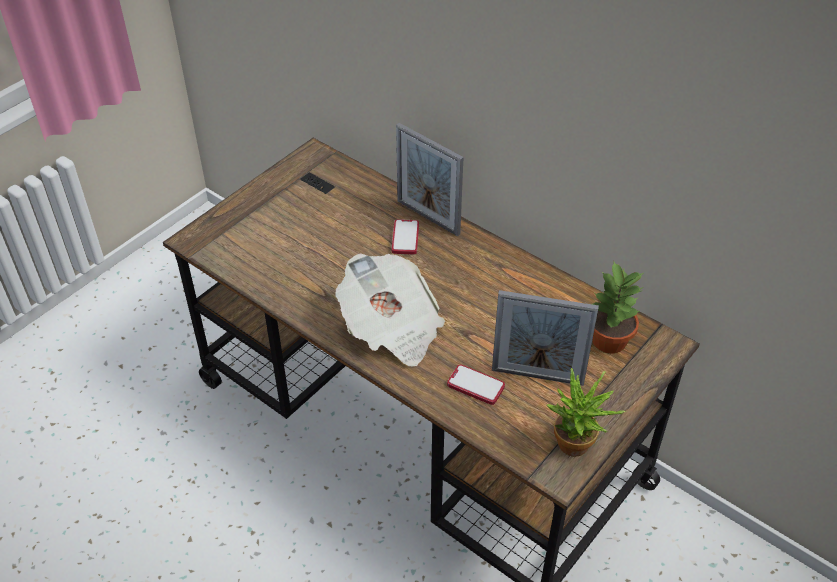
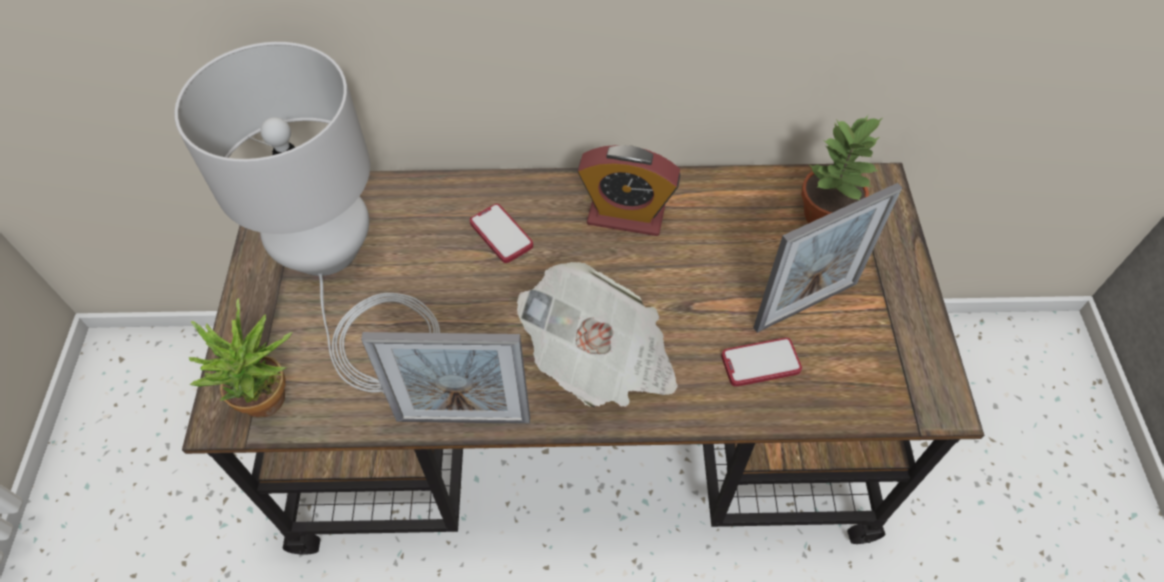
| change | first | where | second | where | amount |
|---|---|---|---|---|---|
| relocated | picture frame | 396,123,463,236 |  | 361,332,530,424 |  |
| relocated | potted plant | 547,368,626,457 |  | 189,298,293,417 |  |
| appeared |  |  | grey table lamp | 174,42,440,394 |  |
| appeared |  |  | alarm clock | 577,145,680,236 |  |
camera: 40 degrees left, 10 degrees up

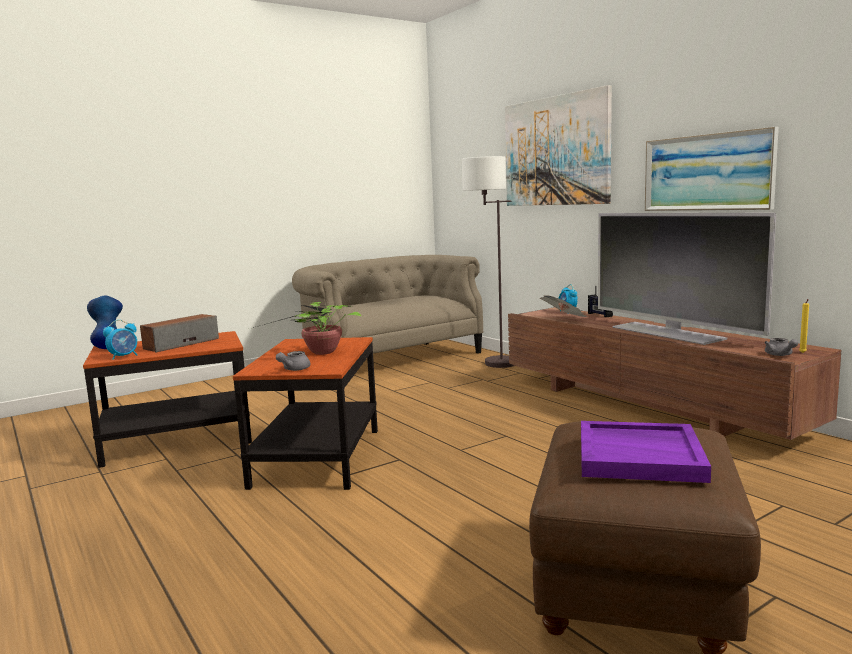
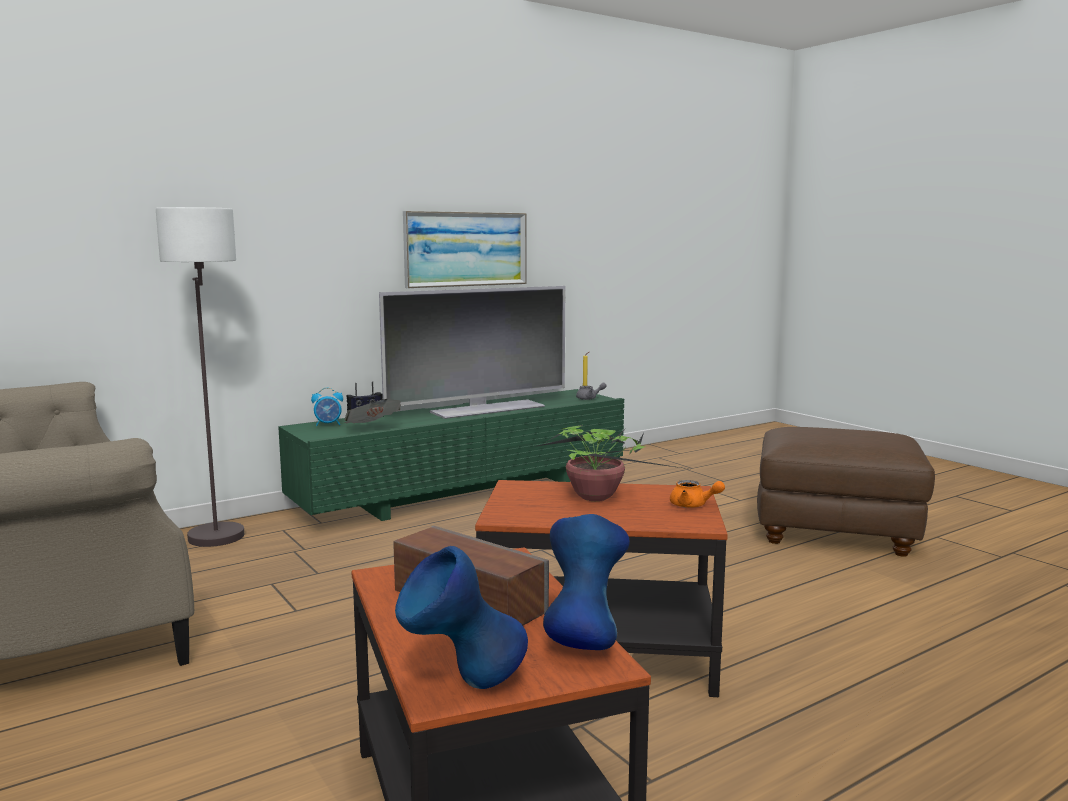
| change | first | where | second | where | amount |
|---|---|---|---|---|---|
| exchanged | alarm clock | 103,320,137,360 | blue vase | 543,514,630,650 |  |
| colour | grey teapot | 276,351,310,371 | orange teapot | 670,480,725,508 |  |
| missing | picture | 505,85,612,206 |  |  |  |
| colour | brown tv stand | 508,307,841,440 | green tv stand | 278,389,624,521 |  |
| missing | purple tray | 581,421,711,483 |  |  |  |
camera: 90 degrees left, 0 degrees up

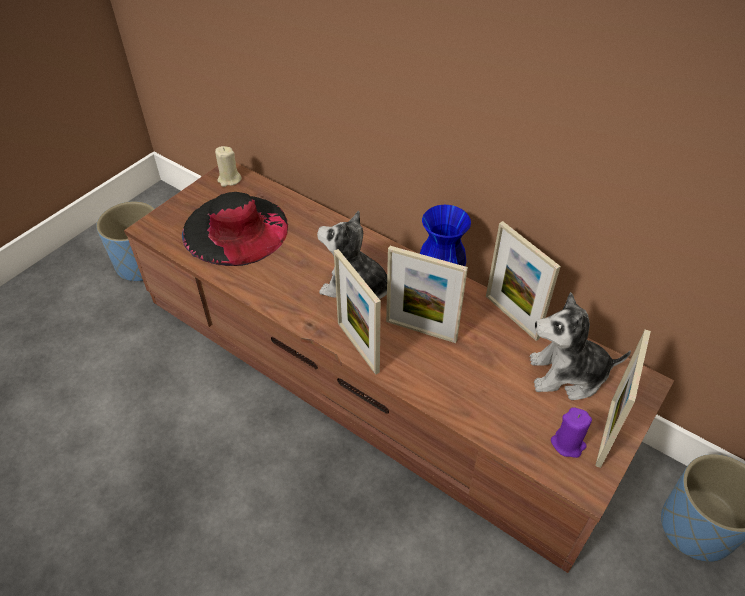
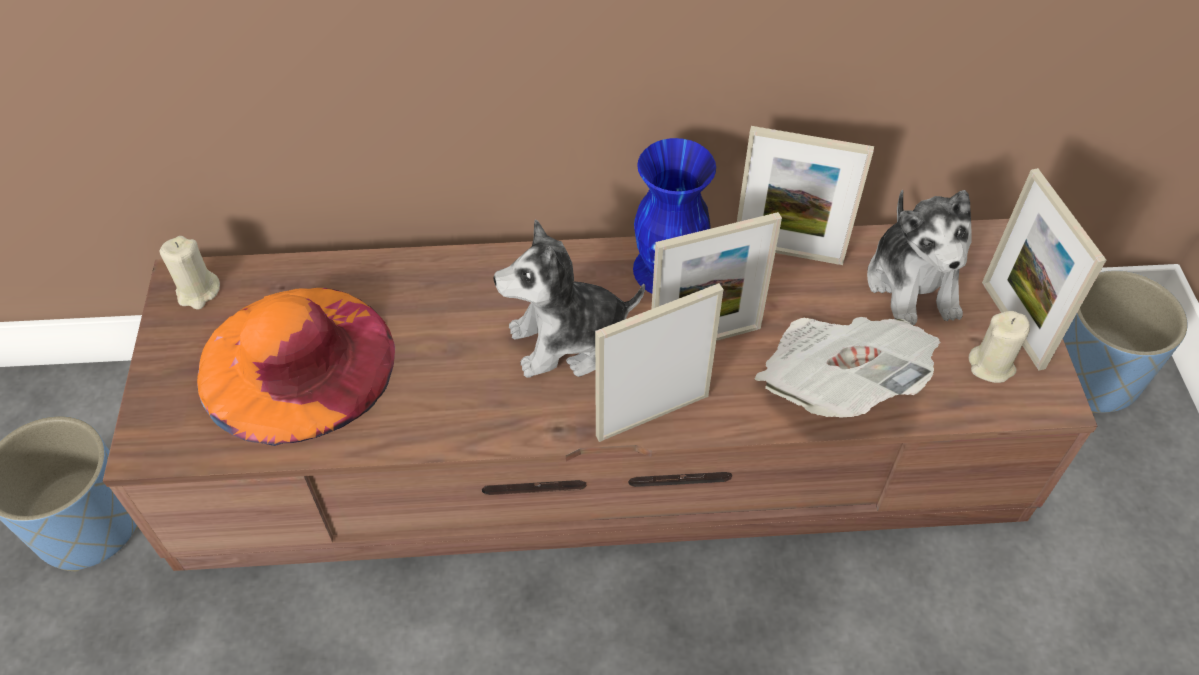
| change | first | where | second | where | amount |
|---|---|---|---|---|---|
| colour | black hat | 182,192,288,266 | orange hat | 197,288,395,446 |  |
| spun | picture frame | 334,249,381,375 |  | 595,283,724,442 | 135 degrees clockwise |
| spun | plush toy | 529,292,631,400 |  | 867,190,972,325 | 60 degrees counterclockwise |
| colour | purple candle | 551,407,592,458 | beige candle | 969,311,1030,383 |  |
| appeared |  |  | newspaper | 754,317,940,417 |  |
camera: 40 degrees left, 5 degrees up

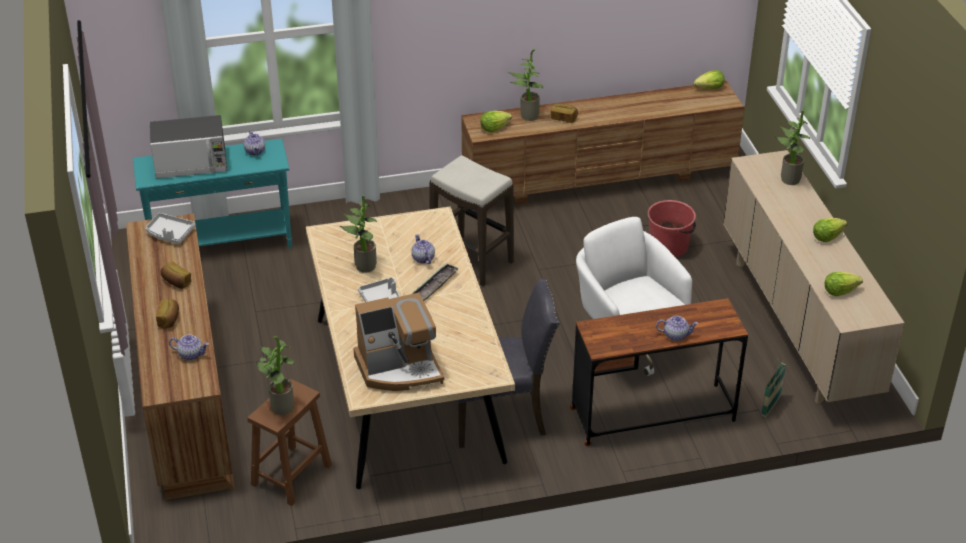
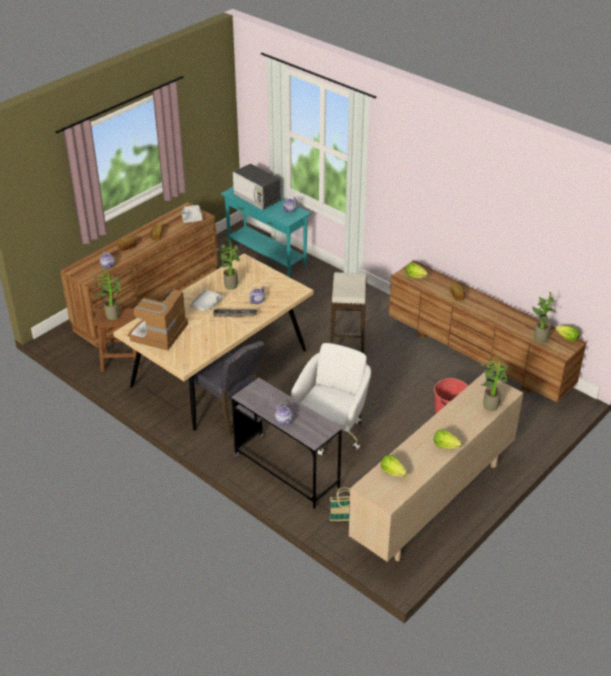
| change | first | where | second | where | amount |
|---|---|---|---|---|---|
| spun | coffee machine | 353,293,444,391 |  | 127,288,188,351 | 75 degrees clockwise |
| relocated | potted plant | 508,49,543,121 |  | 532,292,556,343 |  |
| colour | brown desk | 570,298,748,446 | grey desk | 231,378,342,509 |  |
camera: 55 degrees right, 0 degrees up

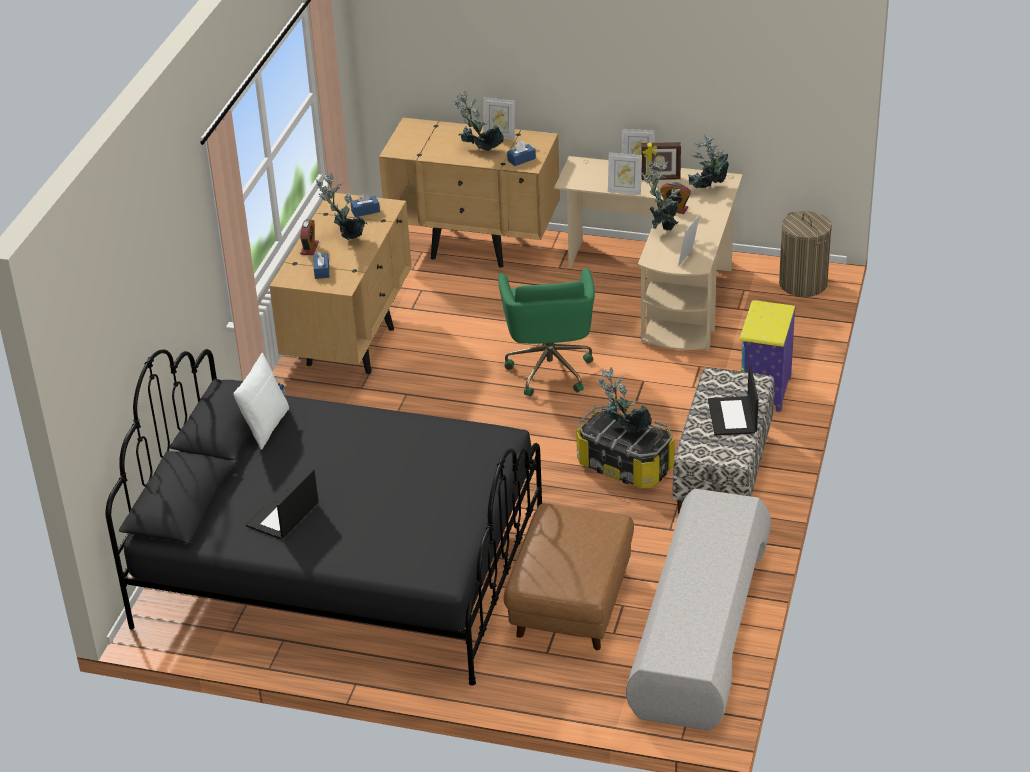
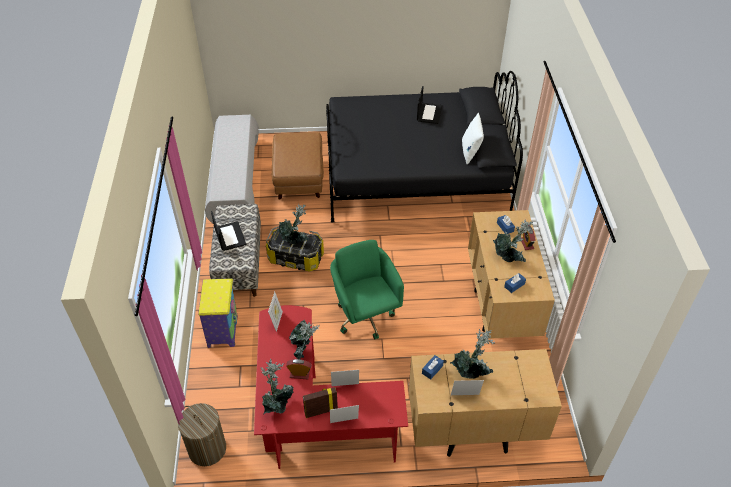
| change | first | where | second | where | amount |
|---|---|---|---|---|---|
| colour | beige desk | 554,156,743,351 | red desk | 254,305,408,469 |  |
camera: 160 degrees right, 10 degrees up

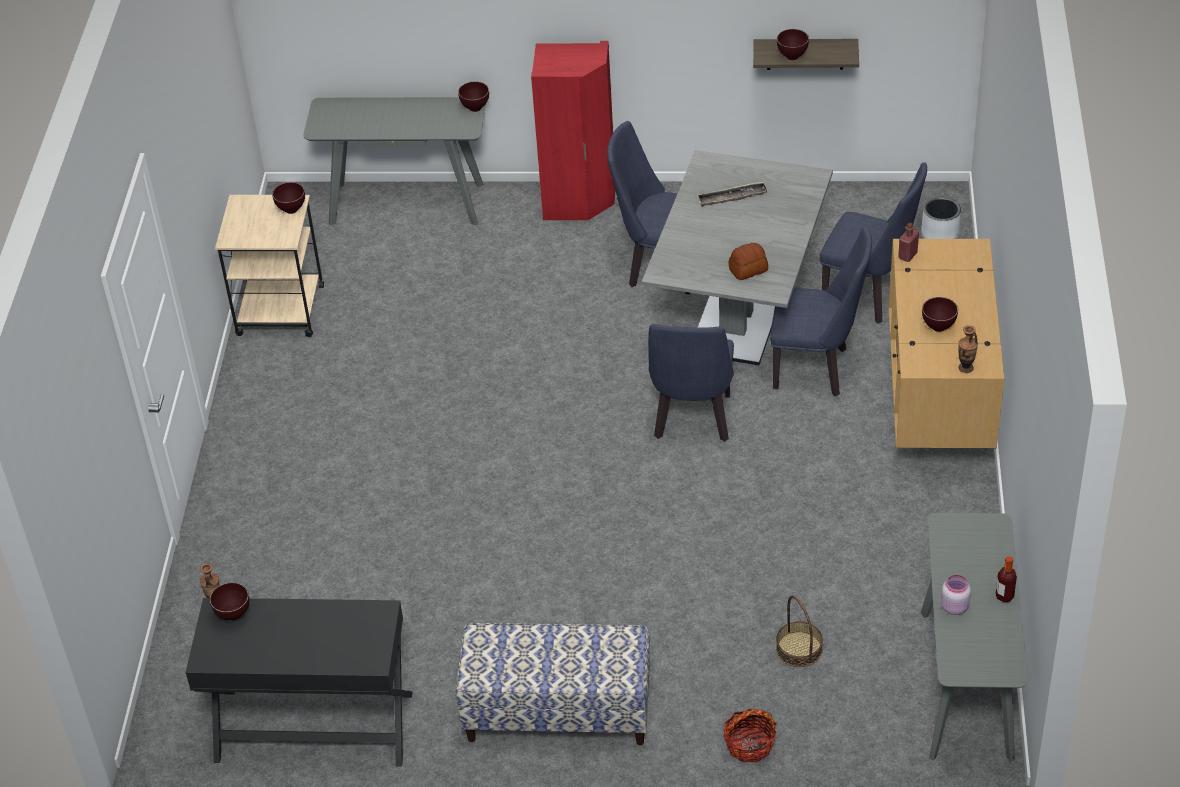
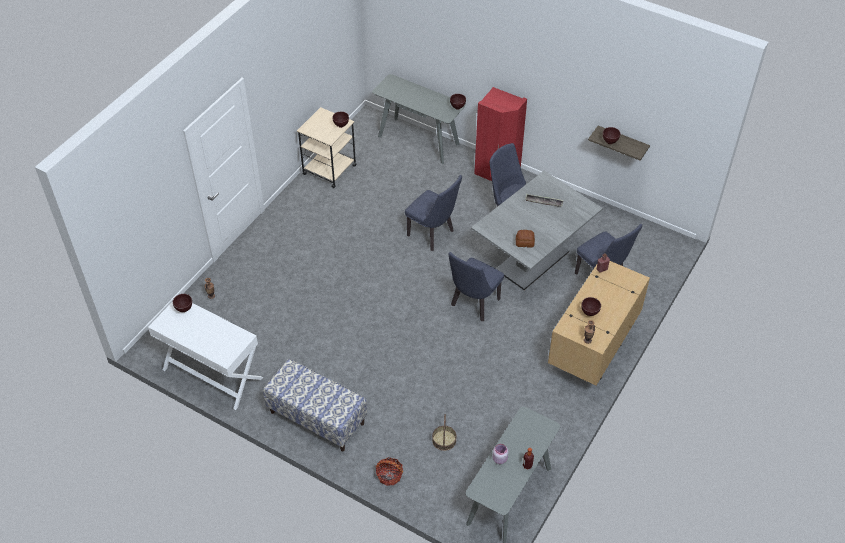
| change | first | where | second | where | amount |
|---|---|---|---|---|---|
| colour | black desk | 186,598,413,767 | white desk | 148,302,263,410 |  |
| relocated | blue chair | 770,226,872,397 |  | 405,175,462,251 |  |
| missing | grey planter | 921,197,961,239 |  |  |  |
camera: 25 degrees right, 5 degrees up

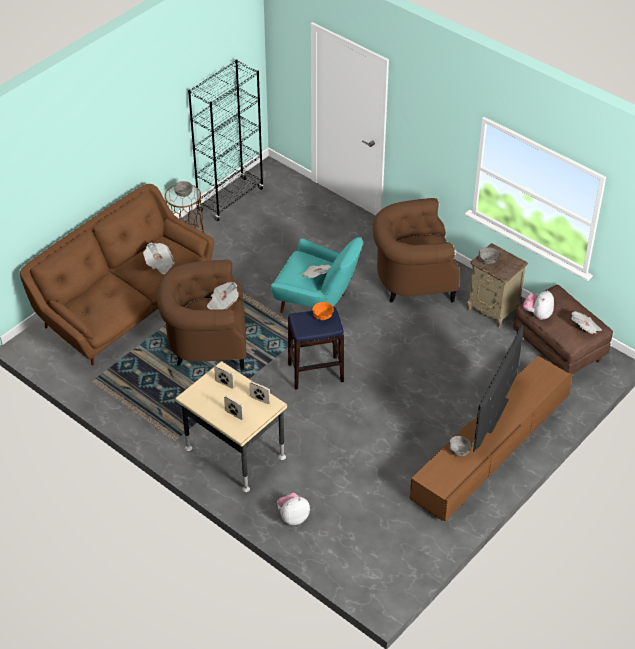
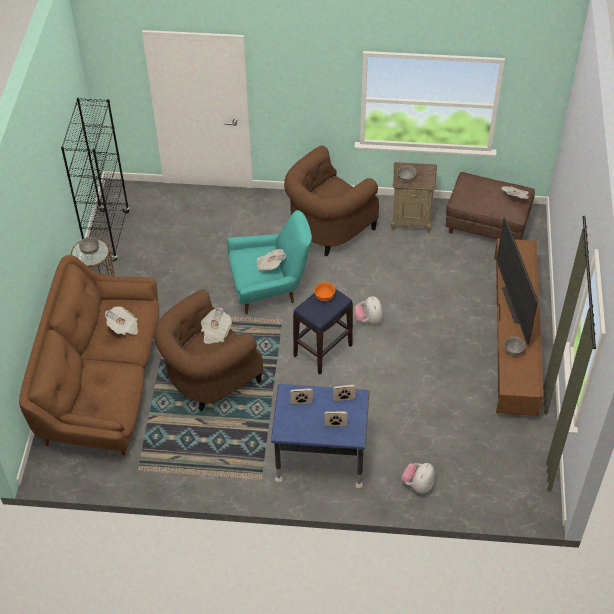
| change | first | where | second | where | amount |
|---|---|---|---|---|---|
| colour | beige desk | 175,361,287,492 | blue desk | 271,384,369,488 |  |
| relocated | plush toy | 523,290,554,320 |  | 354,296,383,324 |  |
camera: 35 degrees left, 5 degrees up

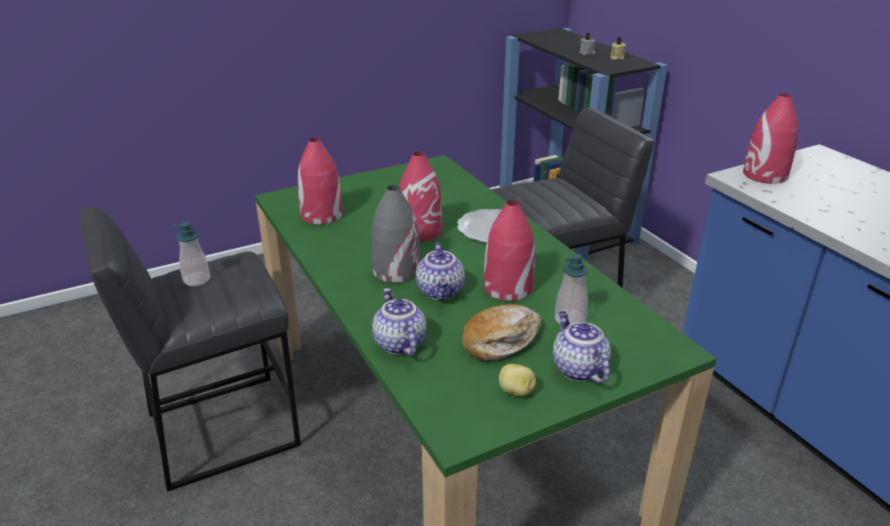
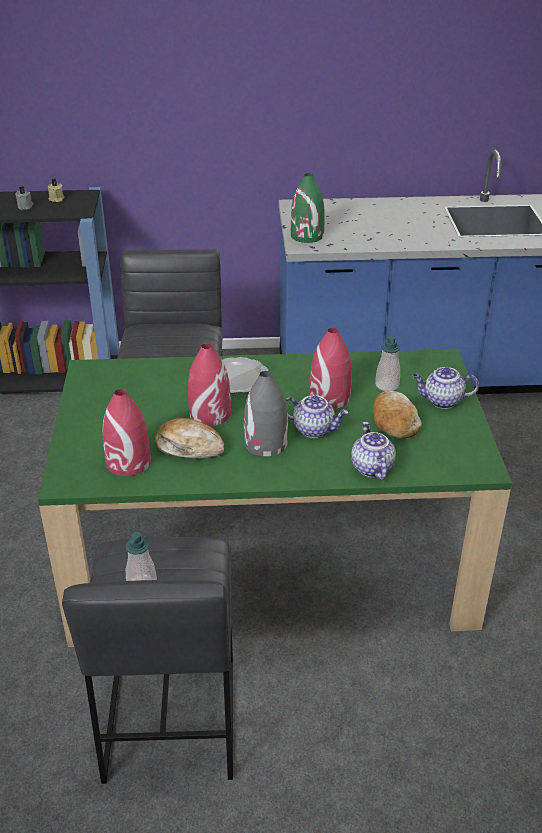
| change | first | where | second | where | amount |
|---|---|---|---|---|---|
| spun | teapot | 372,288,427,356 |  | 351,422,396,480 | 75 degrees clockwise |
| missing | potato | 499,364,536,396 |  |  |  |
| colour | red vase | 743,94,798,184 | green vase | 291,173,325,243 |  |
| appeared |  |  | bread | 155,418,225,459 |  |
camera: 65 degrees left, 5 degrees up

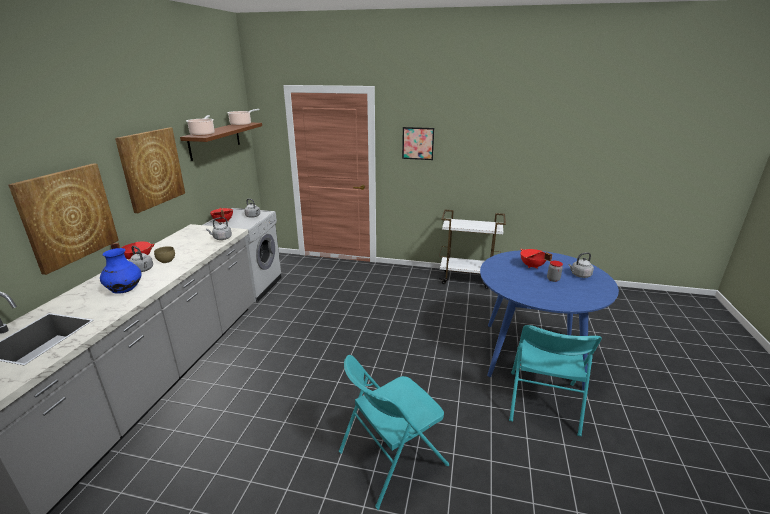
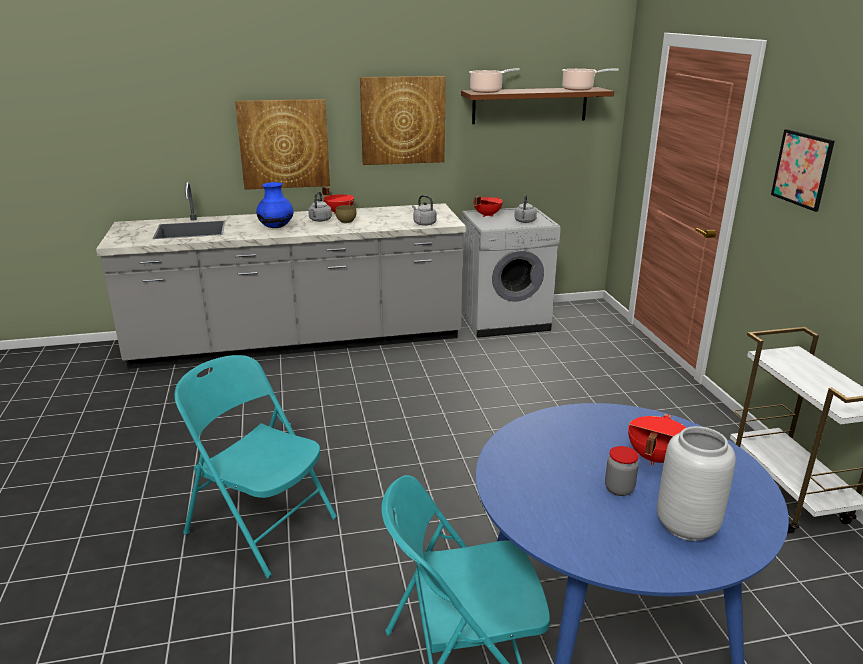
| change | first | where | second | where | amount |
|---|---|---|---|---|---|
| exchanged | grey kettle | 569,252,594,278 | grey vase | 657,426,736,541 |  |
camera: 65 degrees right, 0 degrees up

